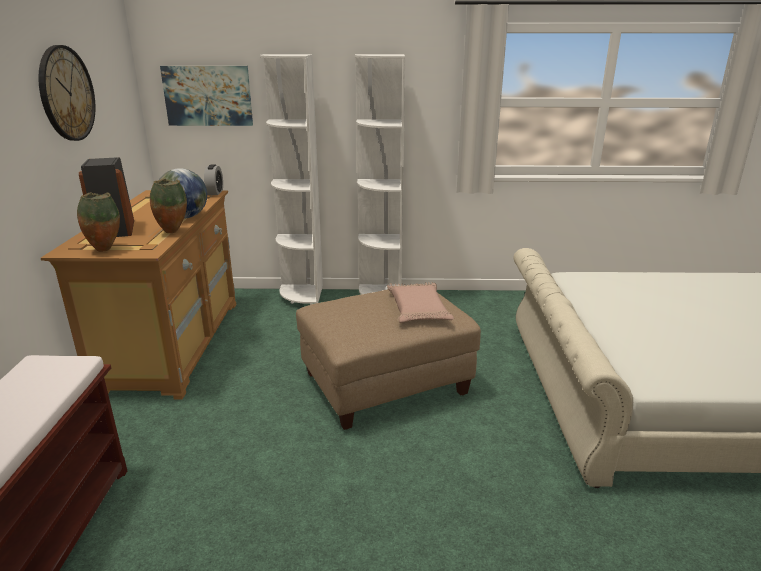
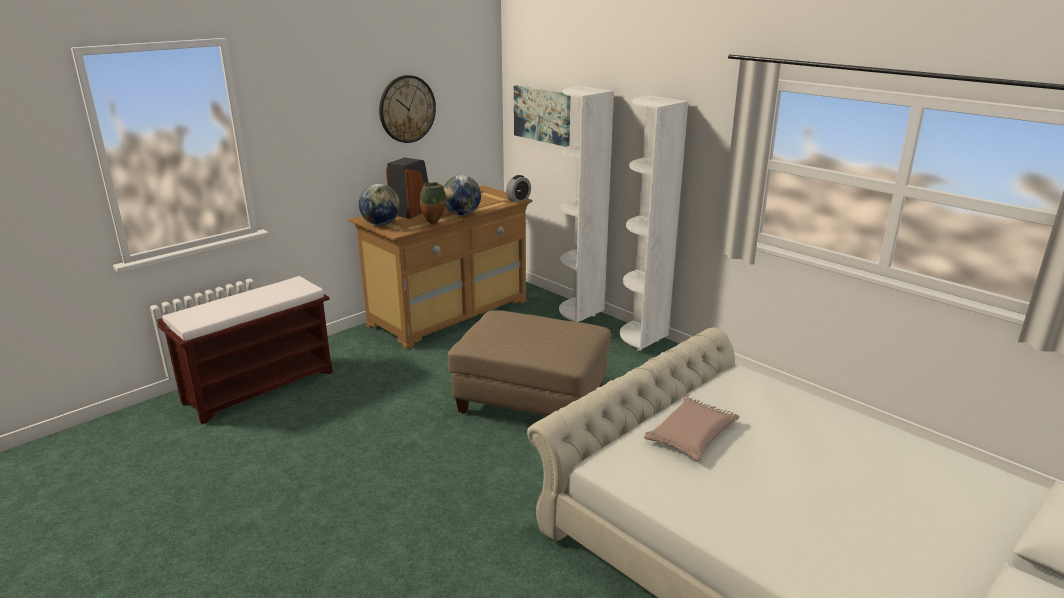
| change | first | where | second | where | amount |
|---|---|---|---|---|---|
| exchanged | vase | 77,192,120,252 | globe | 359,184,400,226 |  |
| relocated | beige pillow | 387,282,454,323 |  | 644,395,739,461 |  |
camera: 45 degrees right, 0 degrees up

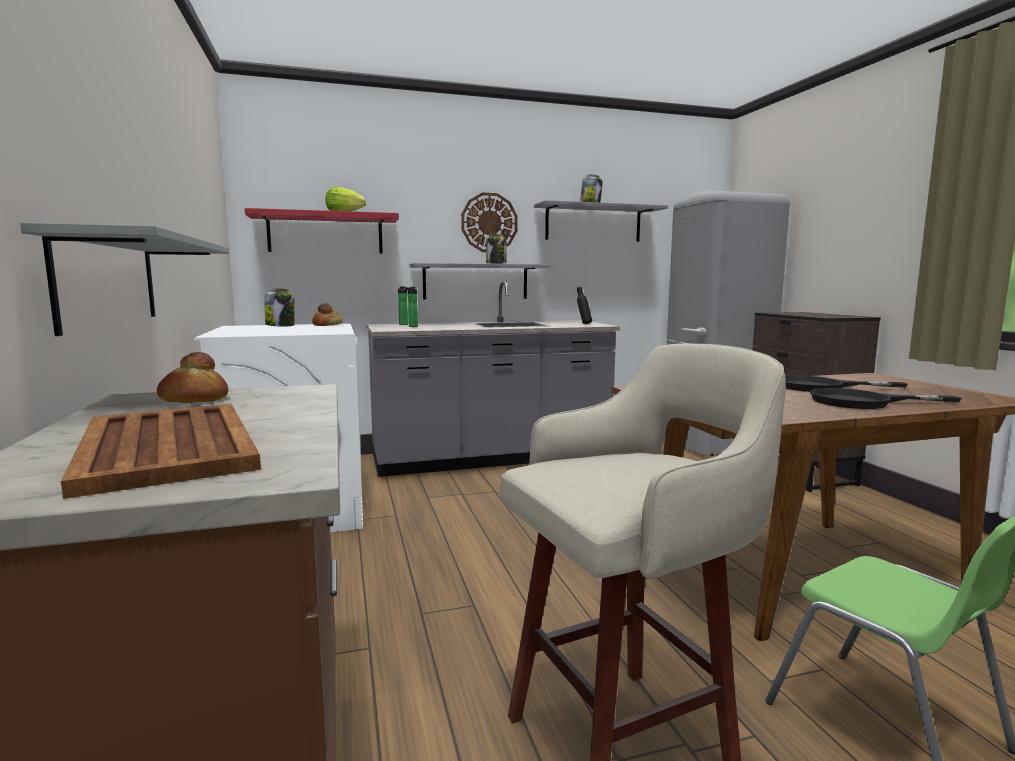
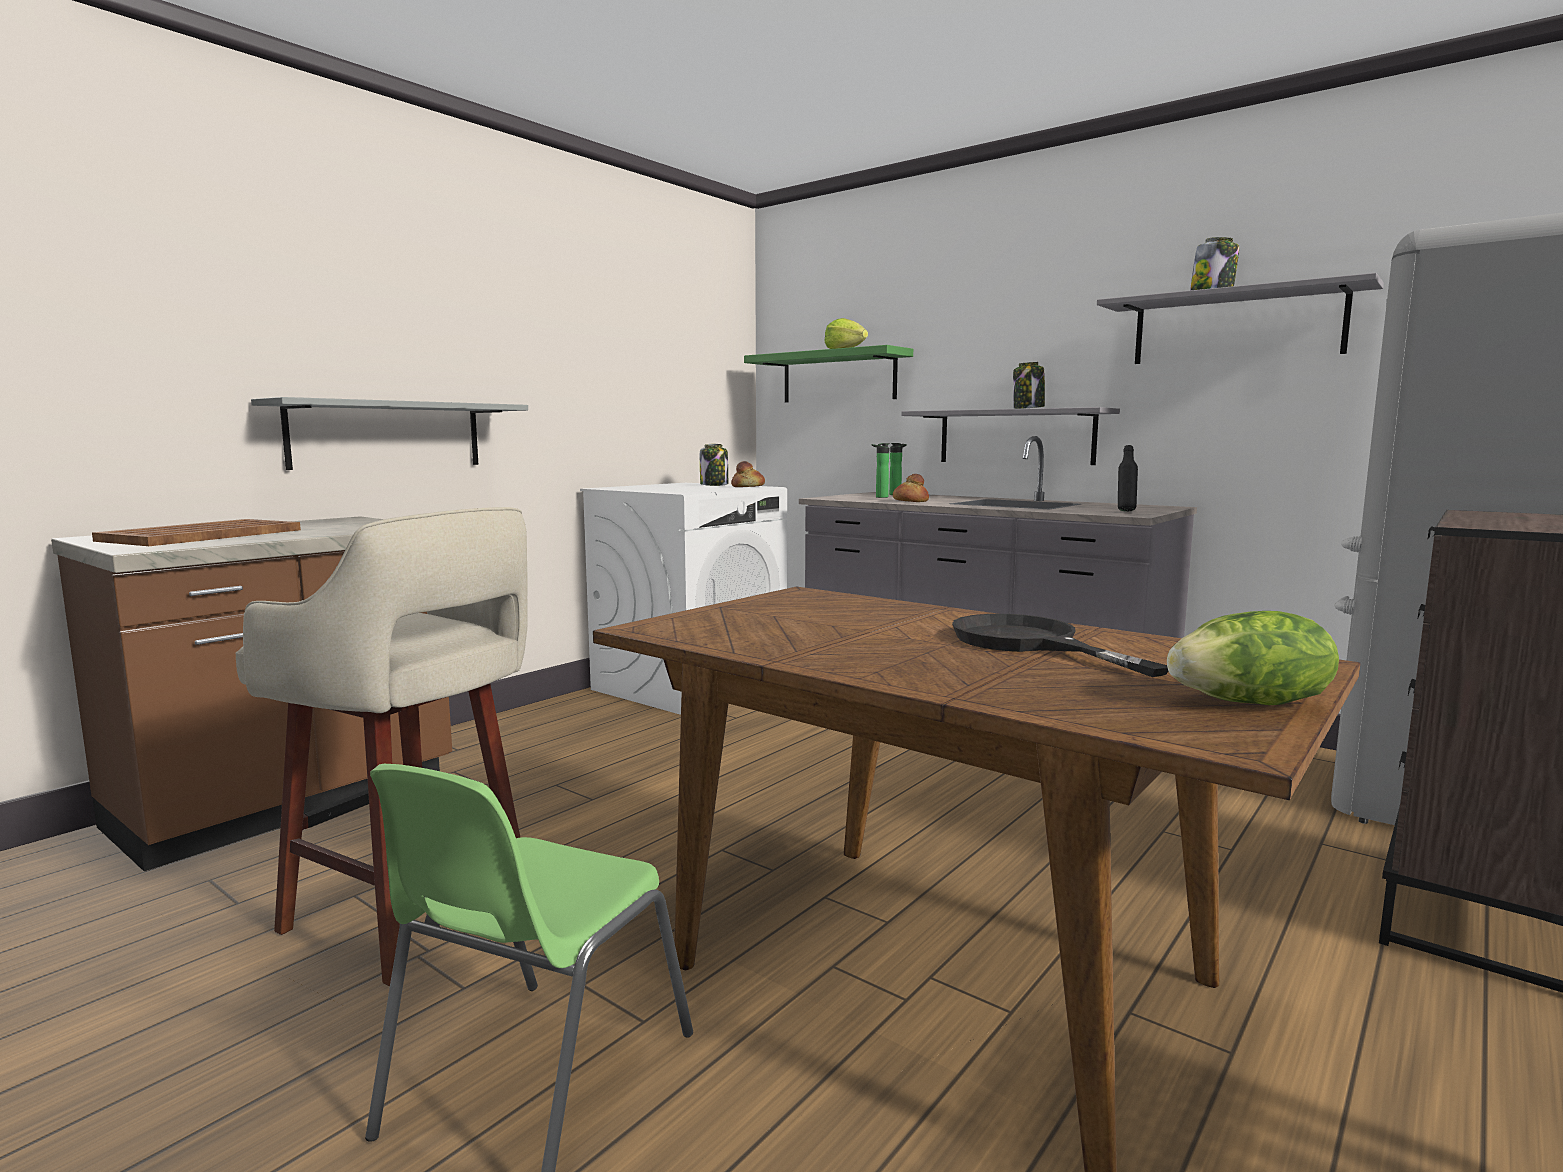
| change | first | where | second | where | amount |
|---|---|---|---|---|---|
| relocated | bread | 157,352,229,403 |  | 893,474,929,502 |  |
| colour | red shelf | 245,208,399,254 | green shelf | 744,345,913,402 |  |
| missing | wall clock | 461,193,517,252 |  |  |  |
| missing | black frying pan | 810,388,961,409 |  |  |  |
| appeared |  |  | lettuce | 1167,611,1339,705 |  |
camera: 55 degrees right, 0 degrees up

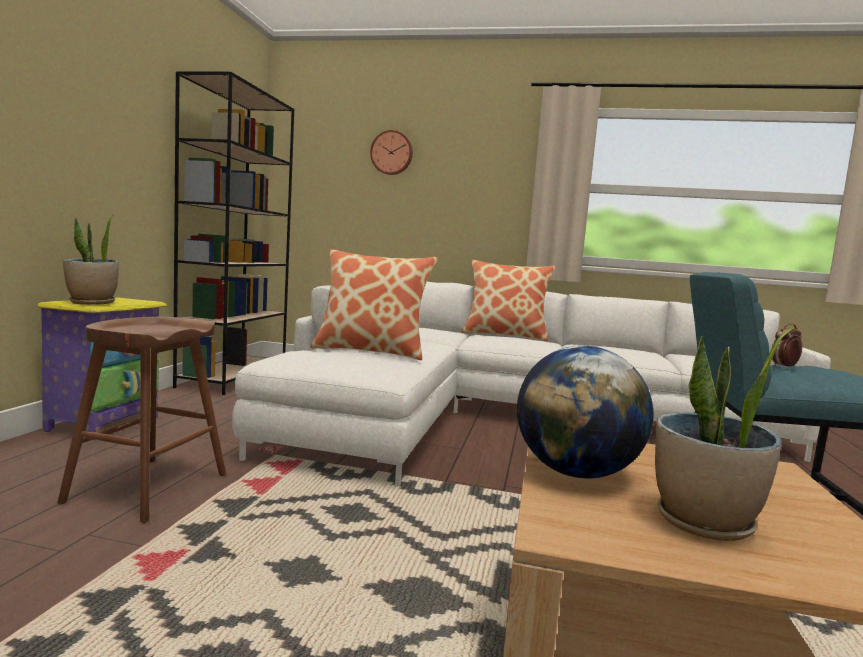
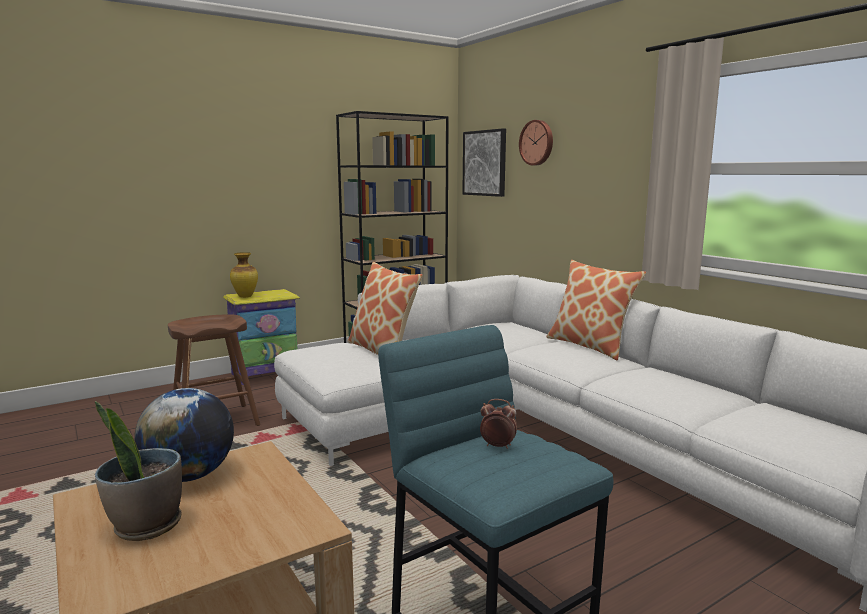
| change | first | where | second | where | amount |
|---|---|---|---|---|---|
| exchanged | potted plant | 63,215,119,305 | vase | 230,252,258,298 |  |
| appeared |  |  | picture | 462,128,506,197 |  |
camera: 45 degrees right, 5 degrees up

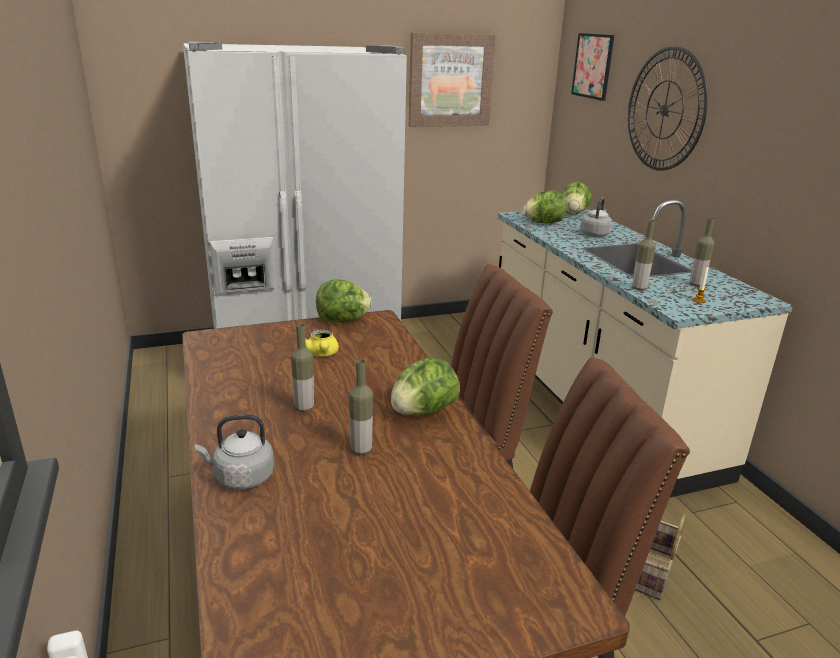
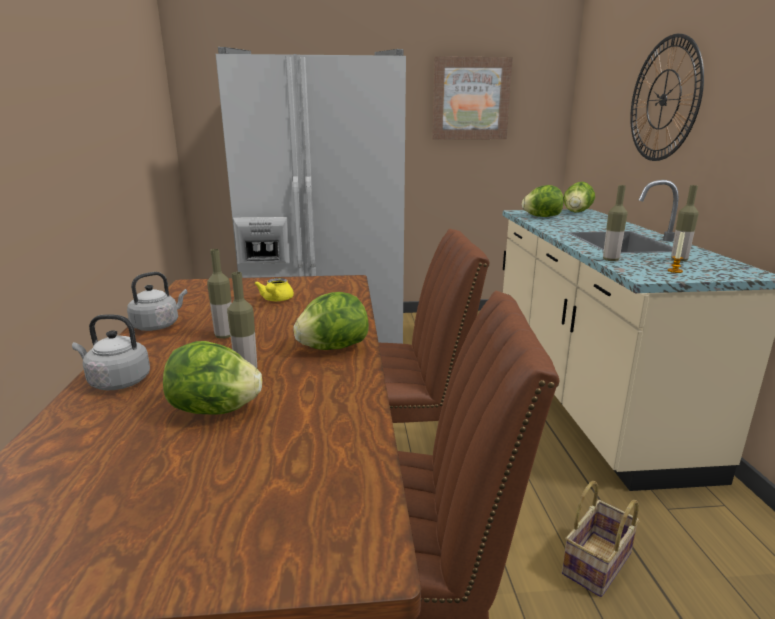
| change | first | where | second | where | amount |
|---|---|---|---|---|---|
| relocated | lettuce | 316,279,372,322 |  | 163,341,262,415 |  |
| missing | picture | 571,33,614,101 |  |  |  |
| relocated | grey kettle | 580,197,612,237 |  | 127,272,187,331 |  |
camera: 15 degrees right, 5 degrees down

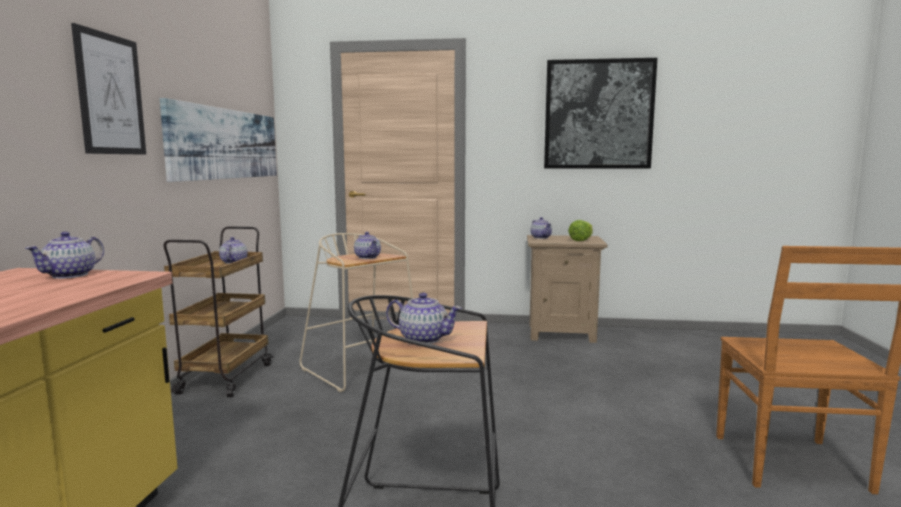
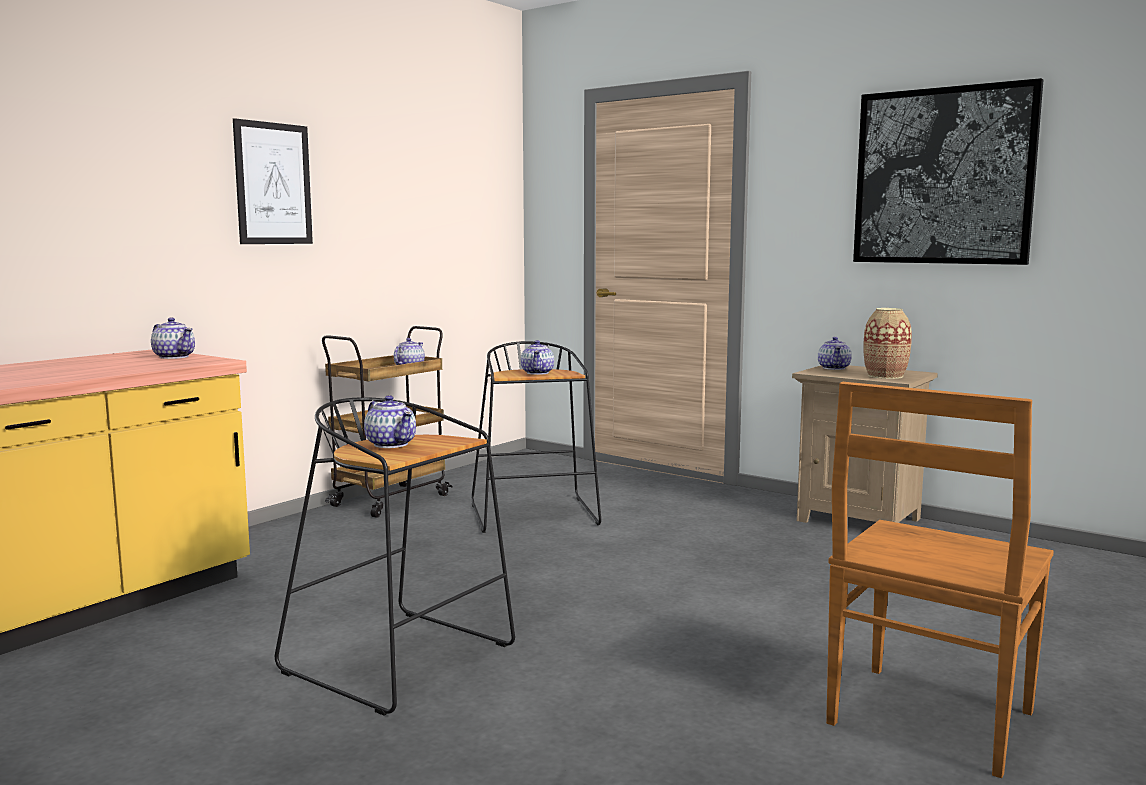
| change | first | where | second | where | amount |
|---|---|---|---|---|---|
| spun | teapot | 25,232,104,279 |  | 151,317,195,359 | 105 degrees counterclockwise |
| missing | picture | 160,98,277,182 |  |  |  |
| colour | beige stool | 300,233,413,392 | black stool | 472,341,601,533 |  |
| exchanged | lettuce | 568,220,593,241 | vase | 864,308,912,379 |  |
camera: 30 degrees right, 0 degrees up

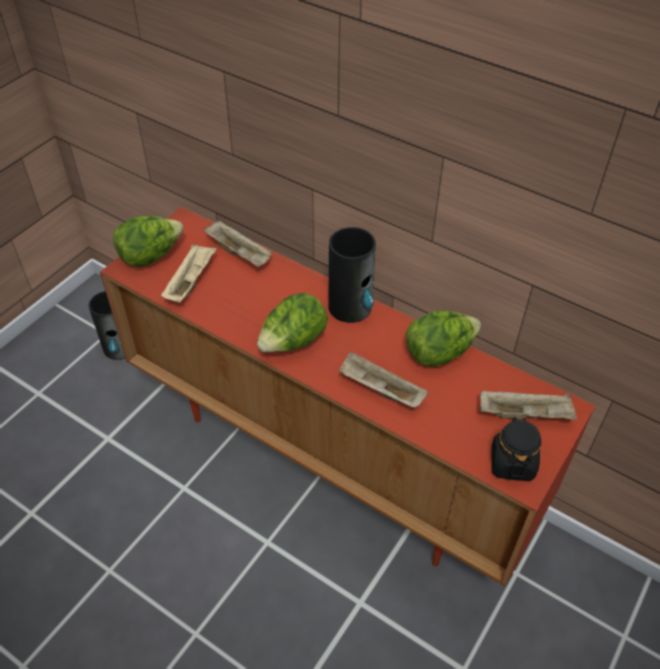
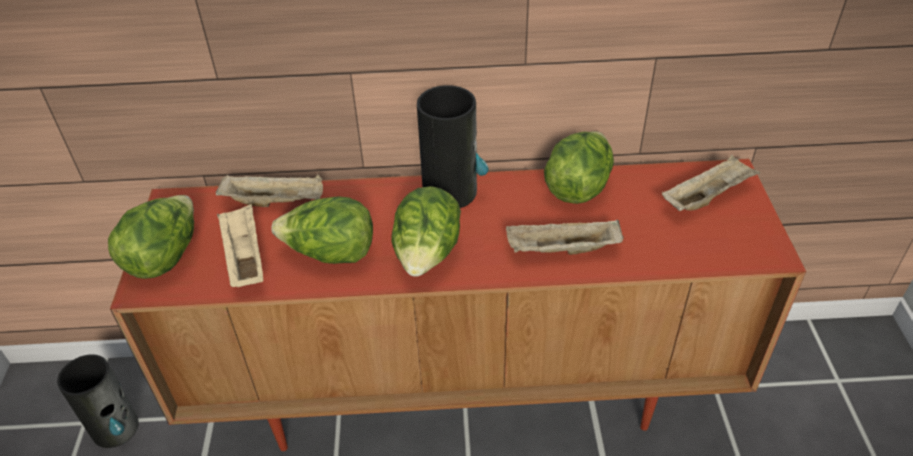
| change | first | where | second | where | amount |
|---|---|---|---|---|---|
| missing | black jar | 492,417,542,481 |  |  |  |
| appeared |  |  | lettuce | 271,196,373,264 |  |
camera: 35 degrees left, 5 degrees down

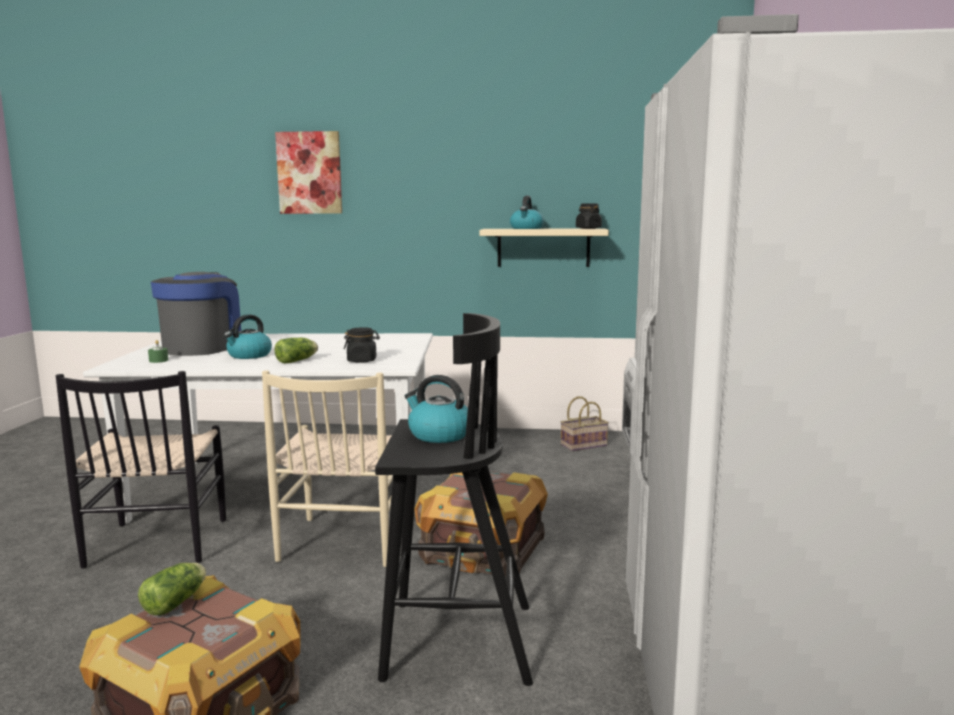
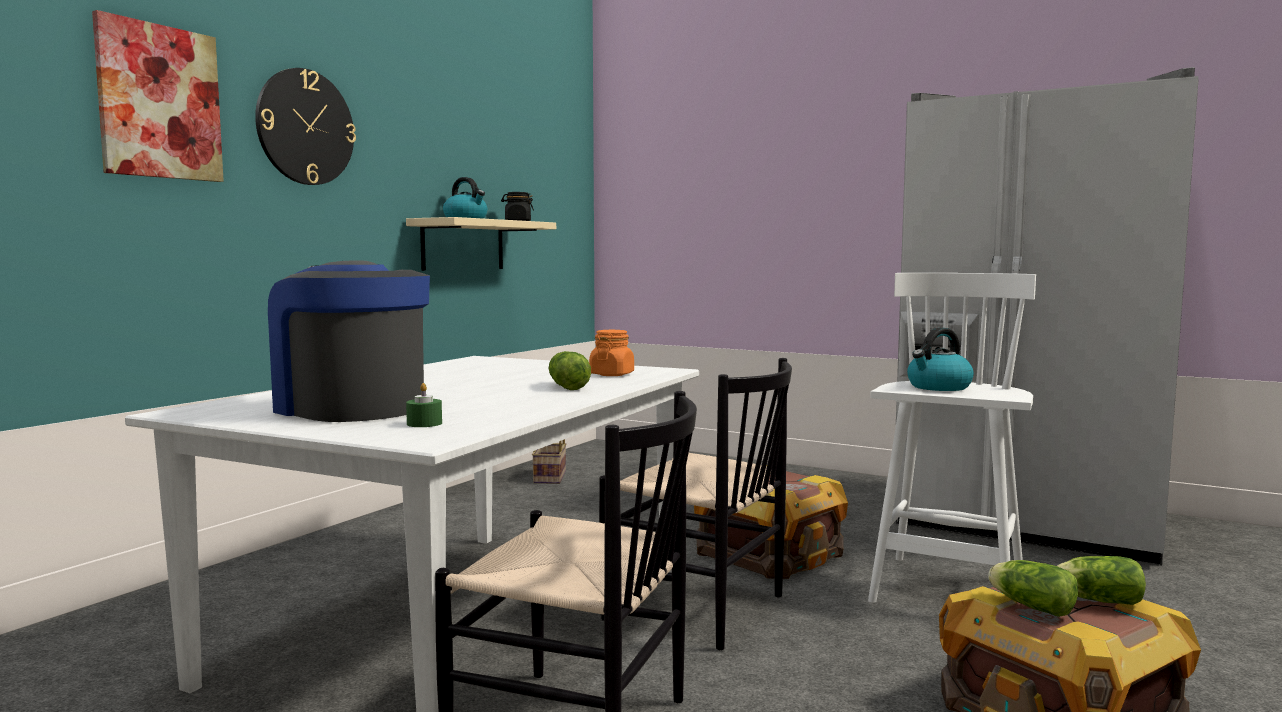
| change | first | where | second | where | amount |
|---|---|---|---|---|---|
| missing | kettle | 224,314,272,359 |  |  |  |
| colour | beige chair | 262,370,393,567 | black chair | 599,358,792,650 |  |
| colour | black jar | 344,327,380,363 | orange jar | 589,330,634,376 |  |
| colour | black stool | 375,313,533,686 | white stool | 868,273,1036,603 |  |
| appeared |  |  | wall clock | 255,68,356,185 |  |
| appeared |  |  | lettuce | 1057,556,1146,605 |  |
camera: 65 degrees left, 5 degrees down

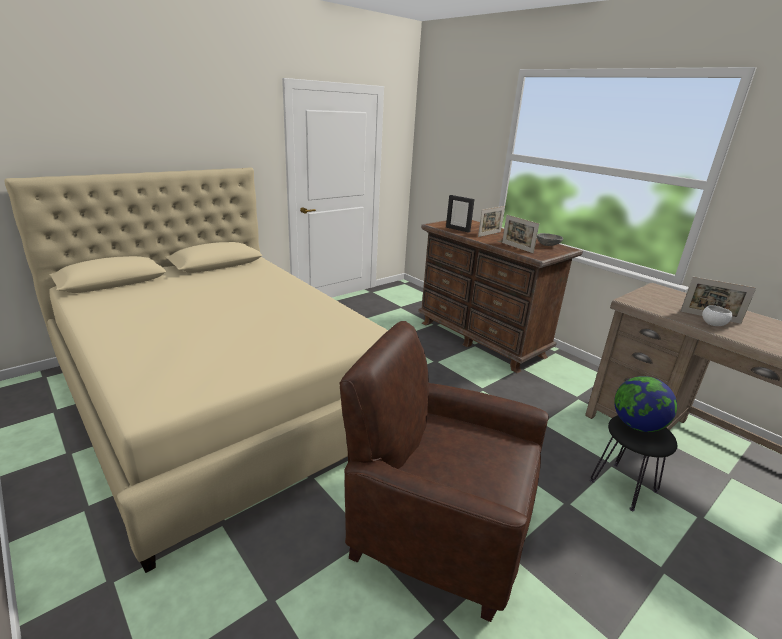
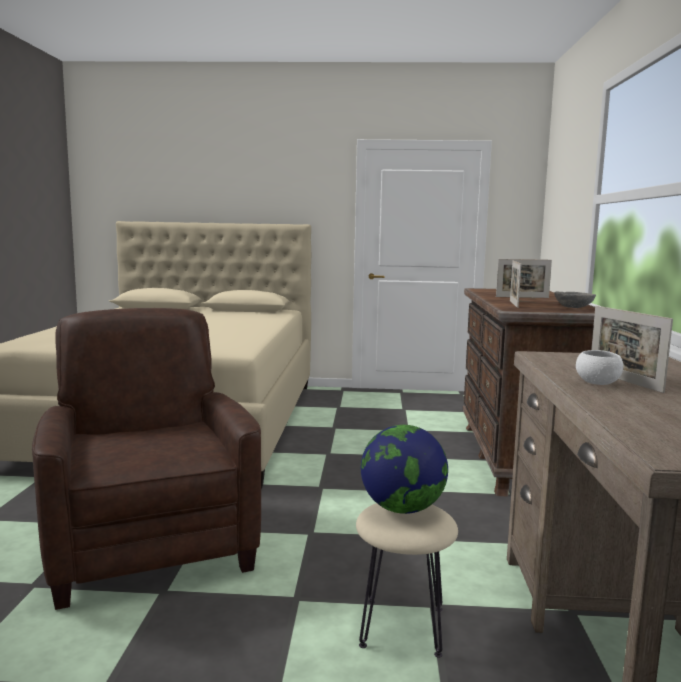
| change | first | where | second | where | amount |
|---|---|---|---|---|---|
| missing | picture frame | 446,195,475,233 |  |  |  |
| colour | black stool | 590,415,677,511 | beige stool | 356,503,458,658 |  |
camera: 45 degrees right, 15 degrees down

